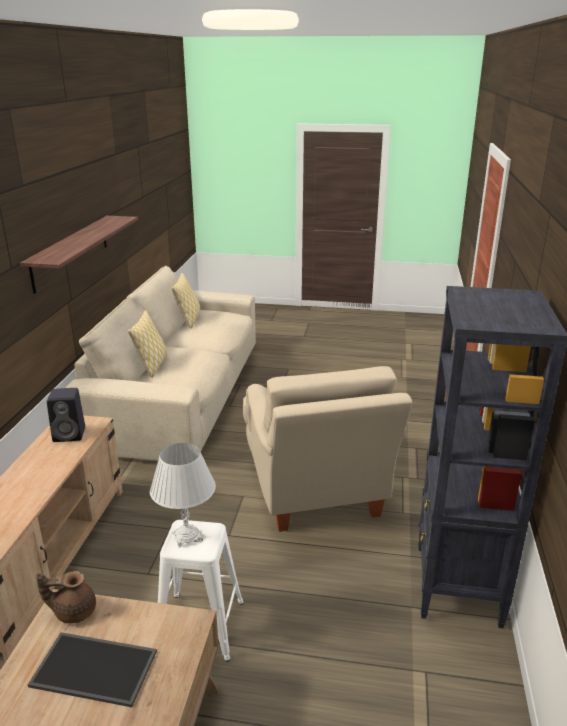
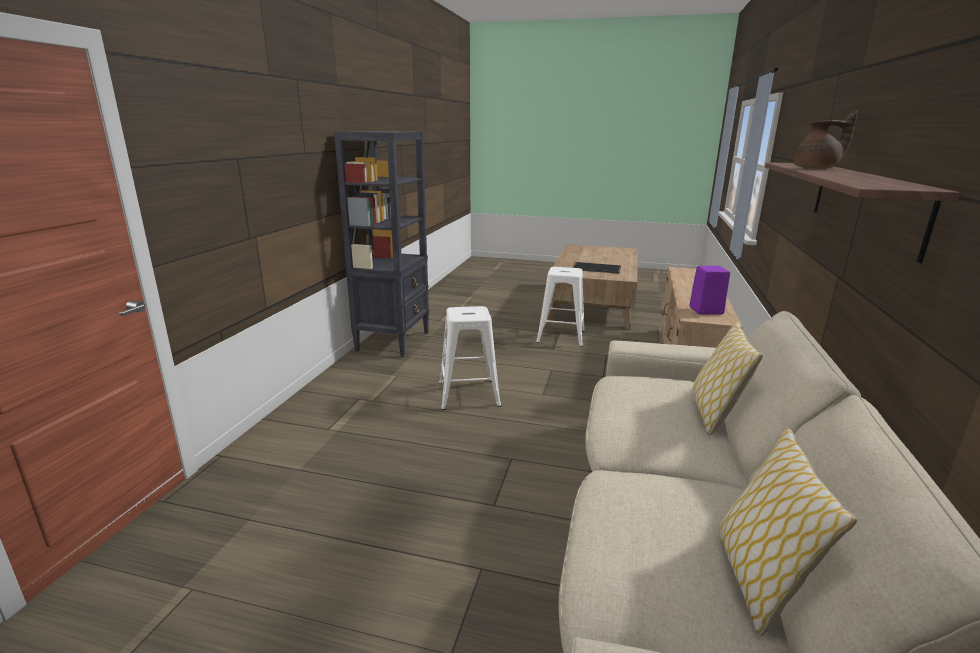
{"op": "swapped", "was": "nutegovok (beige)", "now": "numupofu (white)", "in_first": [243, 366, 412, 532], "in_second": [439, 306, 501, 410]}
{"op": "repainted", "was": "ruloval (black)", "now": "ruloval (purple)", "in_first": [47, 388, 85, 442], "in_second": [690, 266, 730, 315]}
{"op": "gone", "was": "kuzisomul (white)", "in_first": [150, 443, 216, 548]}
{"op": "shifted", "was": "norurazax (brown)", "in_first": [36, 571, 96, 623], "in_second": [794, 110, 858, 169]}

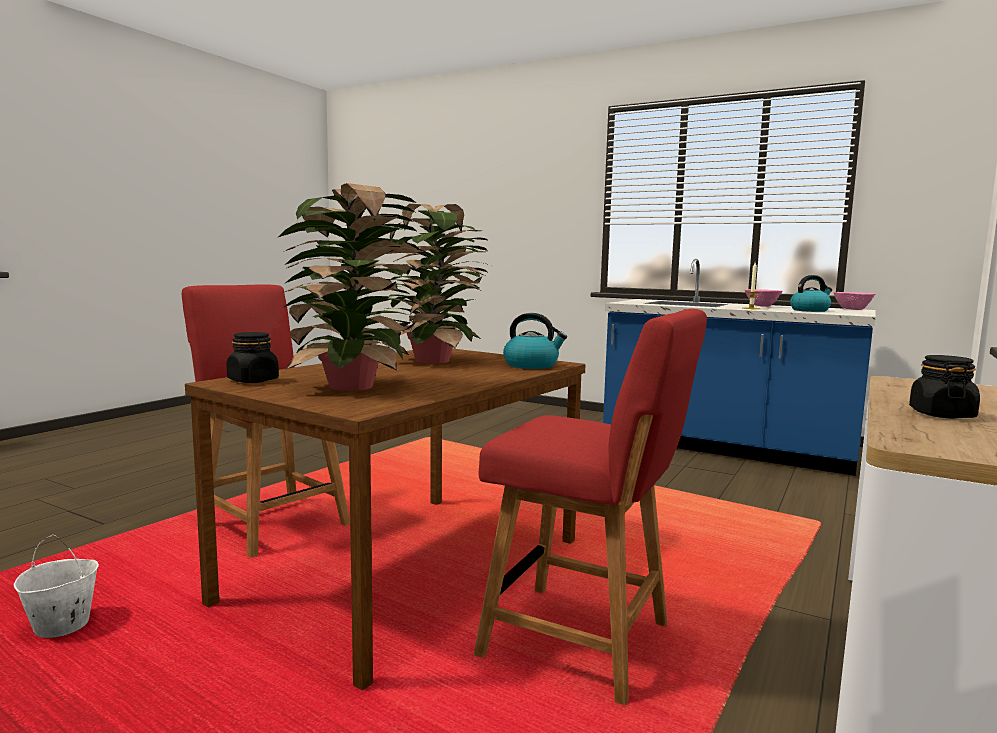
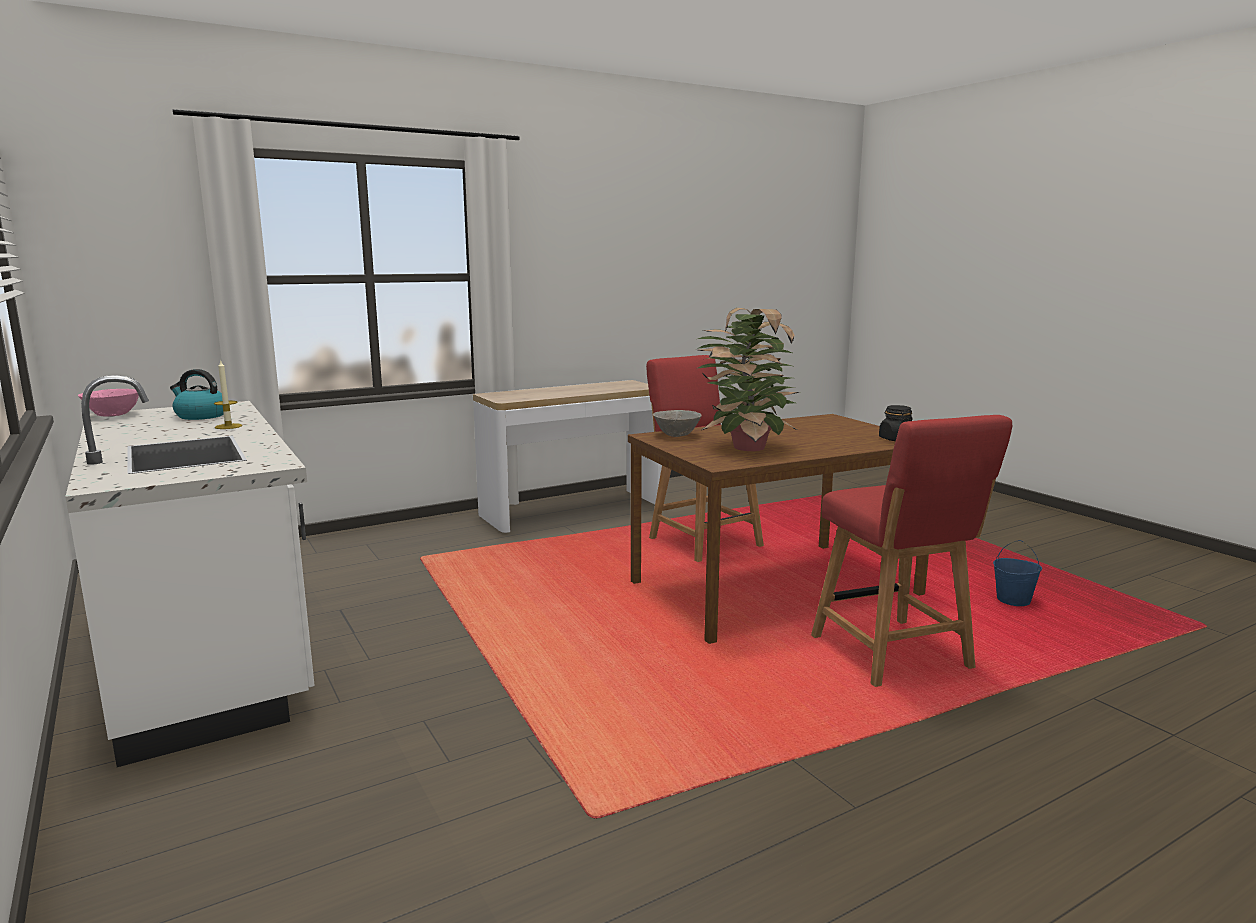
{"op": "gone", "was": "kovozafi", "in_first": [277, 183, 426, 391]}
{"op": "repainted", "was": "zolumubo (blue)", "now": "zolumubo (white)", "in_first": [603, 259, 875, 476], "in_second": [65, 375, 314, 767]}
{"op": "gone", "was": "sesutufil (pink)", "in_first": [744, 289, 783, 307]}
{"op": "swapped", "was": "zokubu", "now": "sesutufil (grey)", "in_first": [503, 313, 567, 369], "in_second": [653, 410, 702, 437]}
{"op": "gone", "was": "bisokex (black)", "in_first": [909, 355, 980, 418]}
{"op": "repainted", "was": "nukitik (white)", "now": "nukitik (blue)", "in_first": [14, 535, 99, 638], "in_second": [993, 540, 1042, 606]}

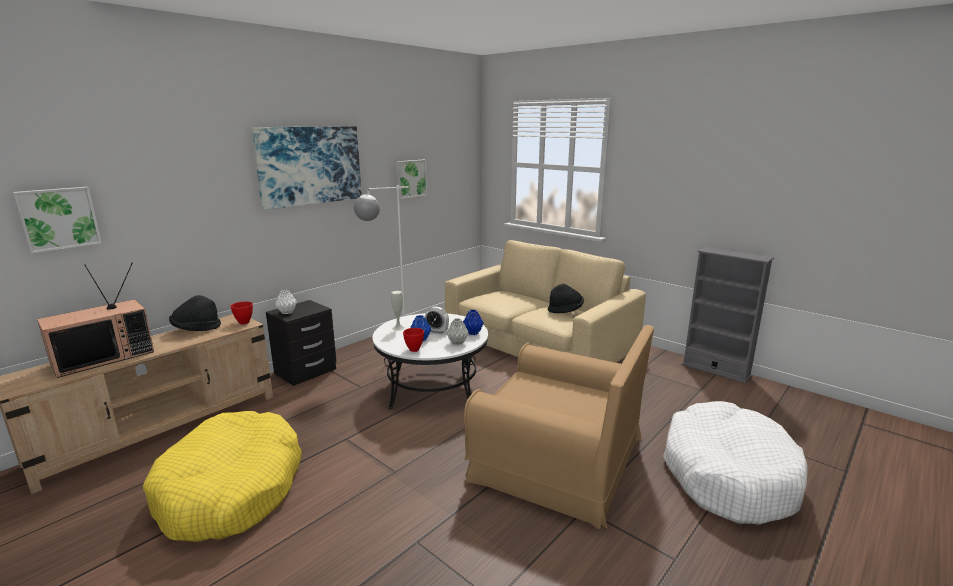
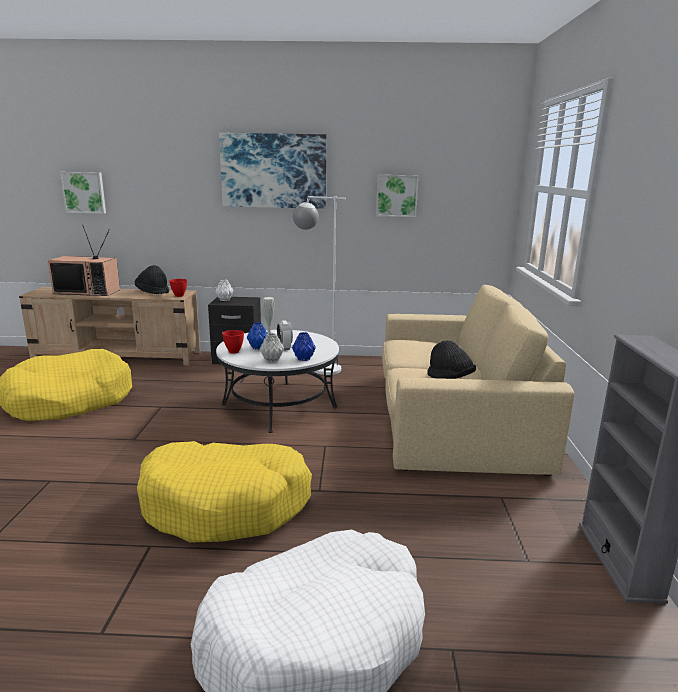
{"op": "swapped", "was": "nutegovok (brown)", "now": "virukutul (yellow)", "in_first": [464, 325, 654, 529], "in_second": [137, 441, 312, 543]}

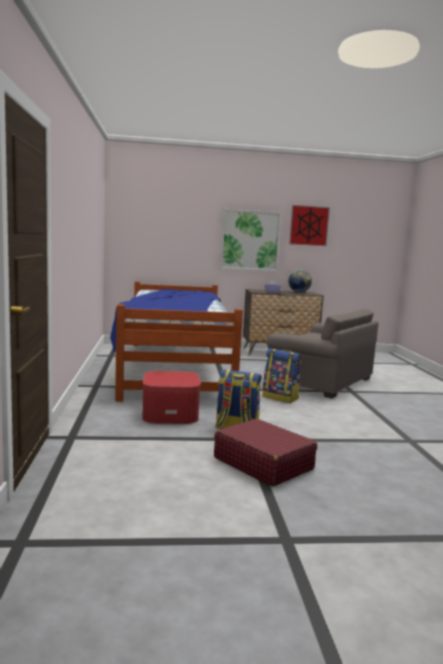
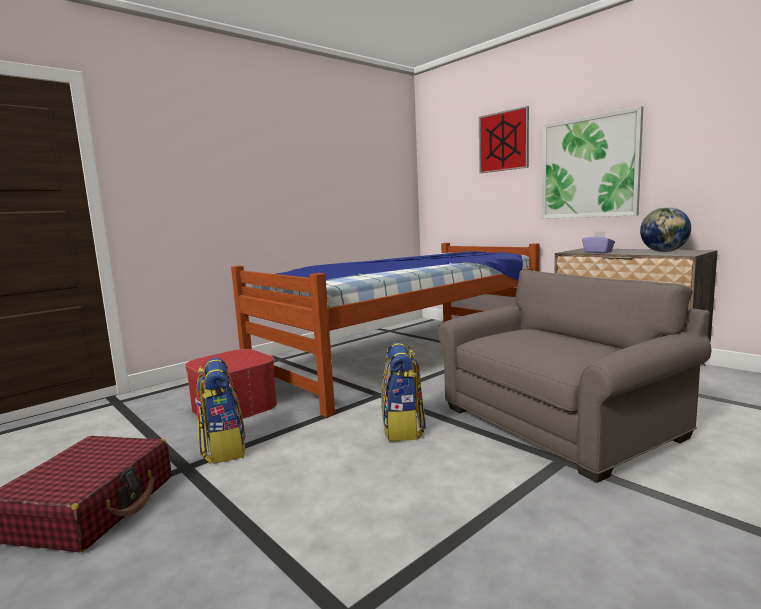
{"op": "shifted", "was": "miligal", "in_first": [289, 205, 330, 246], "in_second": [479, 106, 529, 173]}
{"op": "rotated", "was": "nutegovok (grey)", "in_first": [267, 309, 378, 398], "in_second": [438, 270, 711, 483], "clockwise": -120}

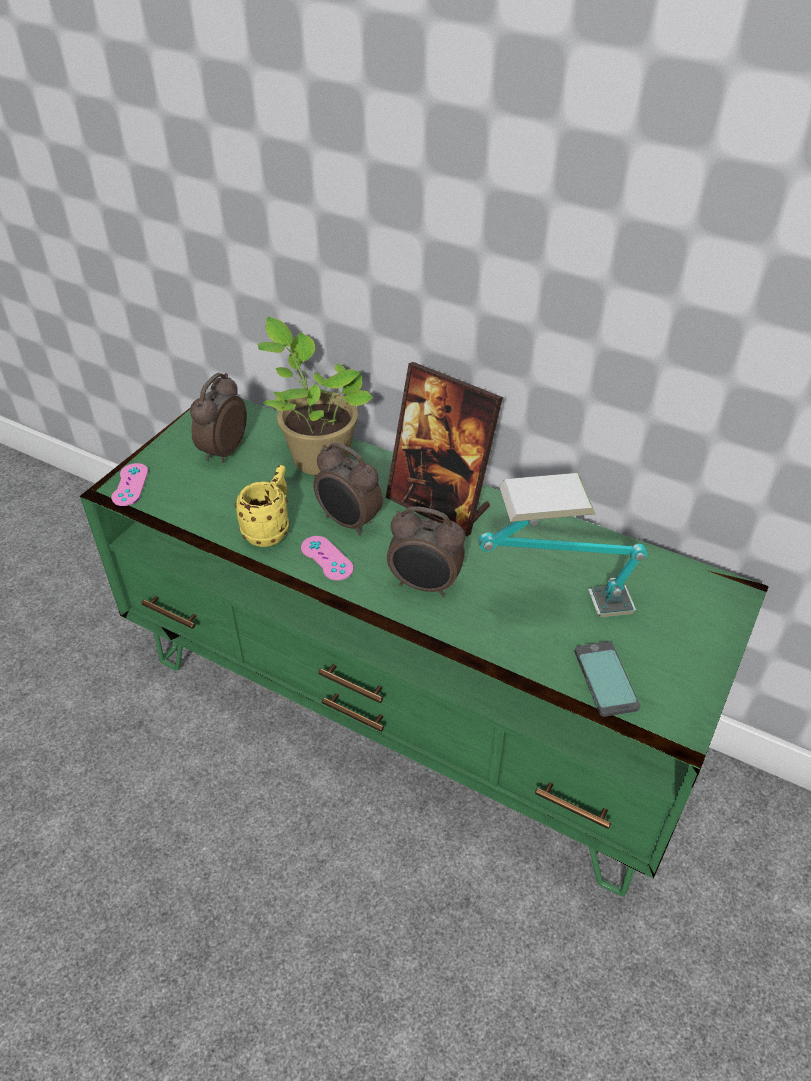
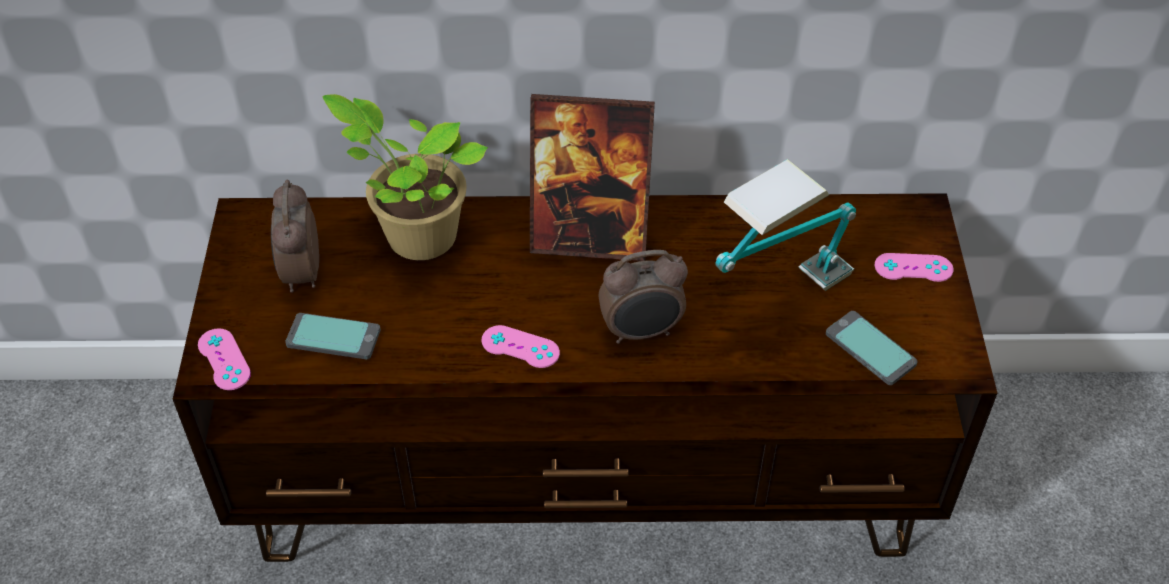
{"op": "repainted", "was": "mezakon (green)", "now": "mezakon (brown)", "in_first": [80, 398, 769, 897], "in_second": [173, 193, 997, 562]}
{"op": "gone", "was": "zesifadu", "in_first": [313, 442, 383, 536]}
{"op": "gone", "was": "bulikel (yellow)", "in_first": [235, 465, 290, 547]}
{"op": "new", "now": "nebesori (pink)", "in_second": [875, 253, 953, 282]}
{"op": "new", "now": "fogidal", "in_second": [285, 313, 381, 359]}

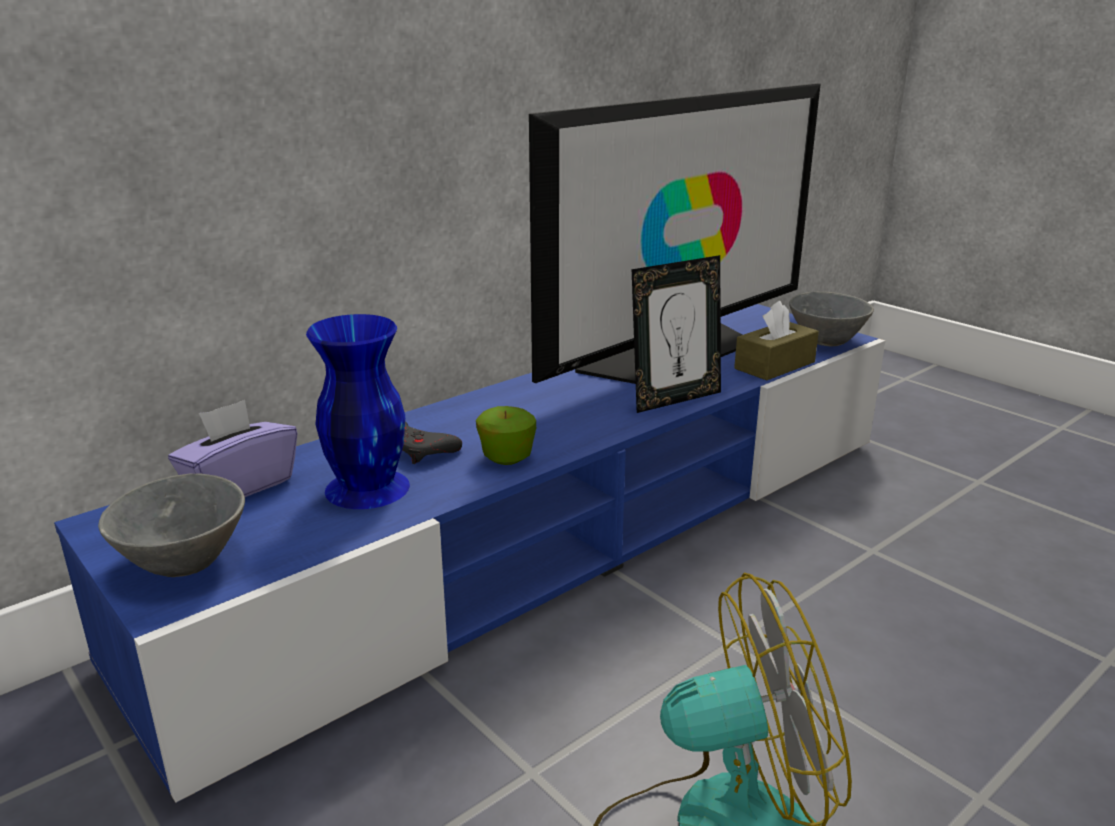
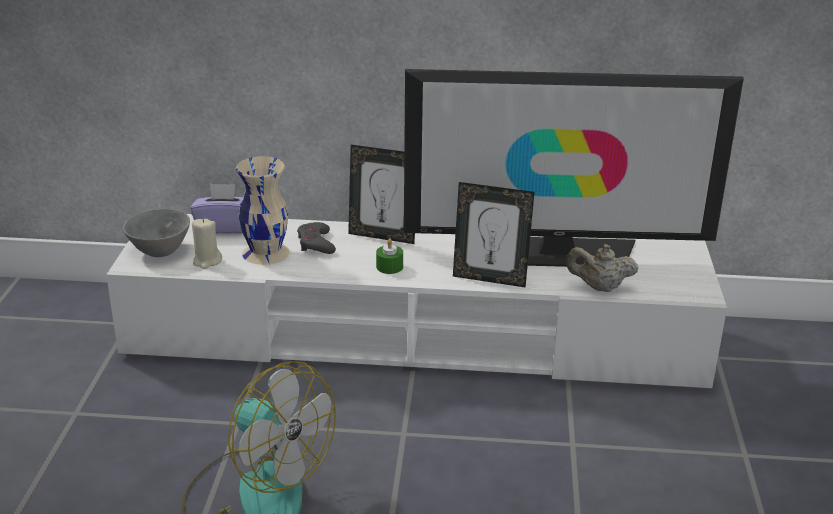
{"op": "gone", "was": "sesutufil (grey)", "in_first": [789, 292, 874, 346]}
{"op": "swapped", "was": "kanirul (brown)", "now": "norurazax (beige)", "in_first": [734, 301, 819, 380], "in_second": [566, 244, 639, 292]}
{"op": "repainted", "was": "mezakon (blue)", "now": "mezakon (white)", "in_first": [54, 304, 885, 803], "in_second": [106, 214, 727, 388]}
{"op": "repainted", "was": "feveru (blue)", "now": "feveru (beige)", "in_first": [306, 314, 410, 509], "in_second": [236, 156, 290, 265]}
{"op": "gone", "was": "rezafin", "in_first": [476, 406, 536, 465]}
{"op": "new", "now": "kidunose", "in_second": [348, 145, 415, 244]}
{"op": "new", "now": "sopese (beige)", "in_second": [192, 218, 222, 269]}
{"op": "new", "now": "sopese (green)", "in_second": [376, 239, 403, 274]}

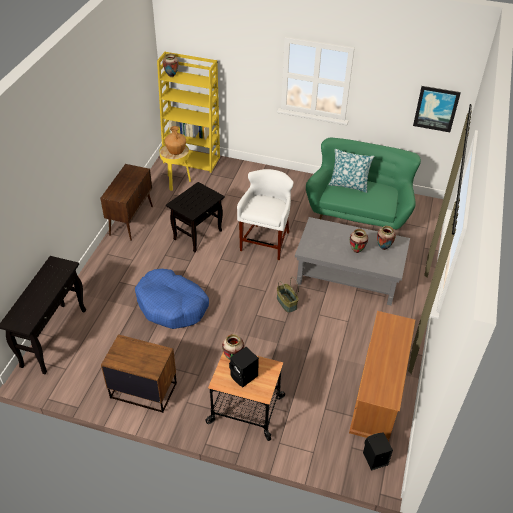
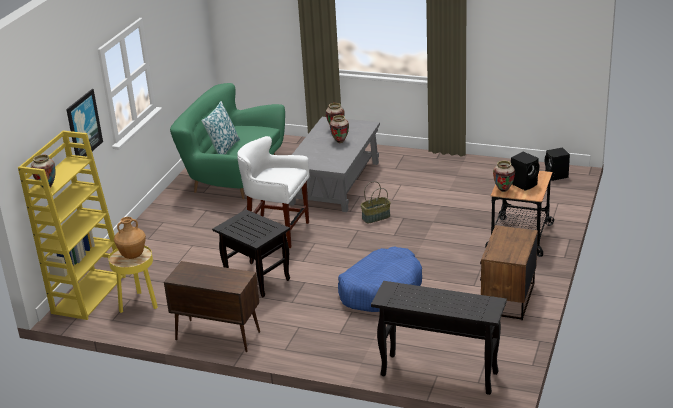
{"op": "shifted", "was": "miligal", "in_first": [413, 86, 461, 132], "in_second": [66, 89, 103, 157]}
{"op": "gone", "was": "mezakon (brown)", "in_first": [349, 311, 415, 442]}

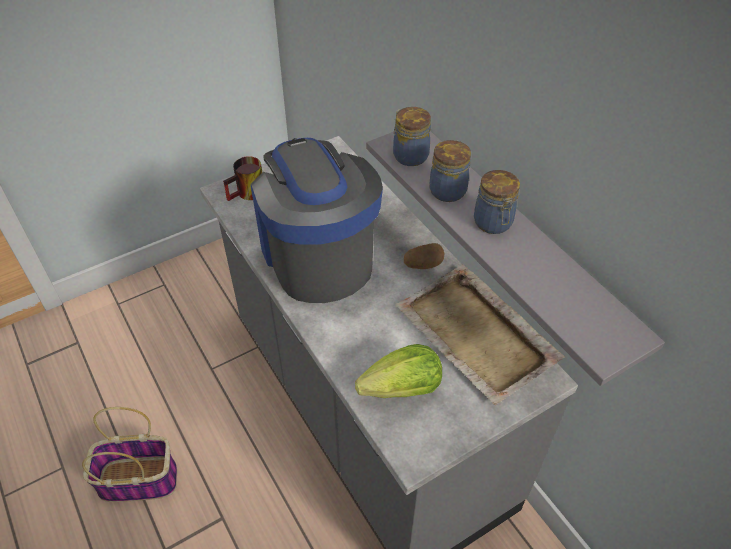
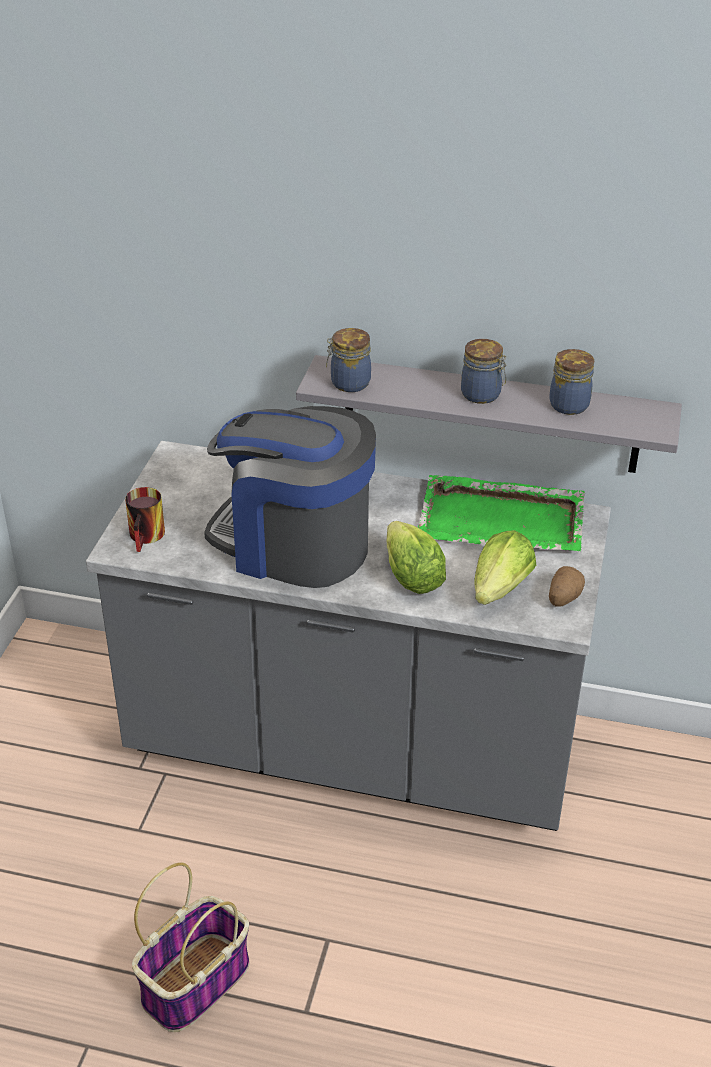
{"op": "shifted", "was": "bisokex", "in_first": [429, 140, 471, 202], "in_second": [549, 349, 594, 415]}
{"op": "shifted", "was": "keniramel", "in_first": [404, 243, 444, 269], "in_second": [549, 566, 585, 607]}
{"op": "repainted", "was": "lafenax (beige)", "now": "lafenax (green)", "in_first": [395, 265, 565, 405], "in_second": [418, 475, 585, 551]}
{"op": "new", "now": "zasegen", "in_second": [387, 521, 446, 594]}

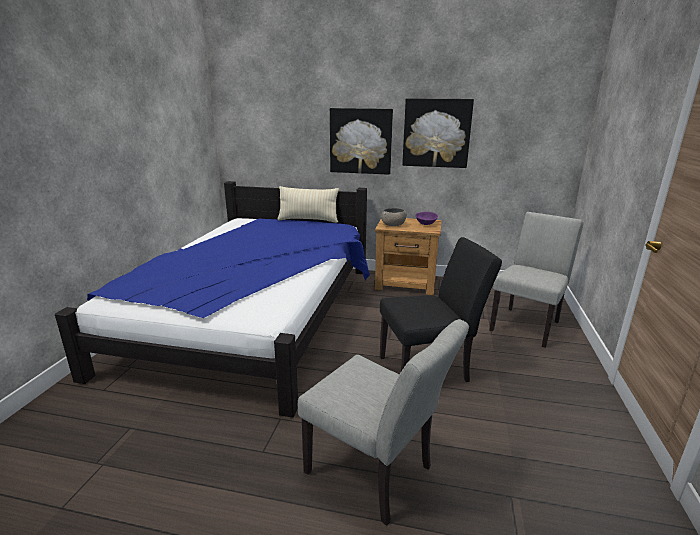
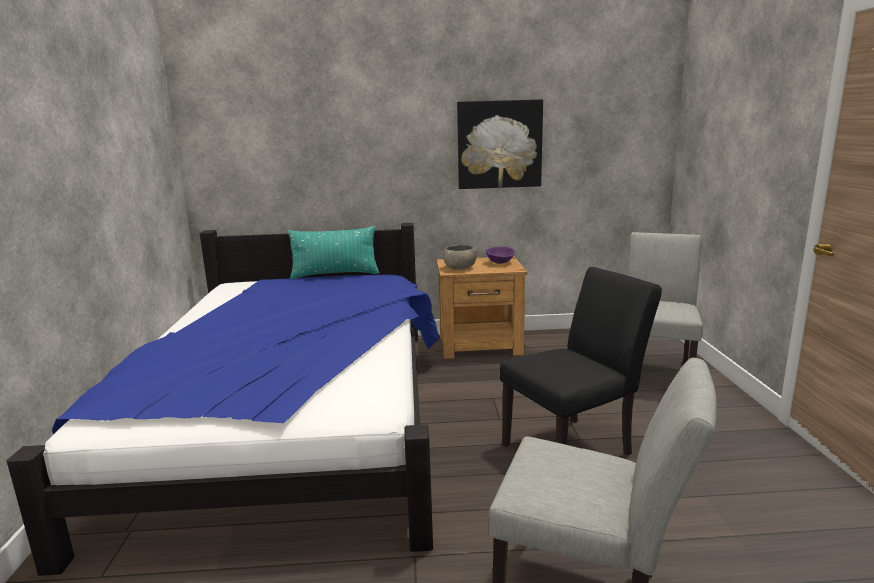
{"op": "gone", "was": "miligal", "in_first": [330, 108, 393, 175]}
{"op": "repainted", "was": "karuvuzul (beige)", "now": "karuvuzul (turquoise)", "in_first": [277, 186, 339, 223], "in_second": [288, 226, 379, 279]}

